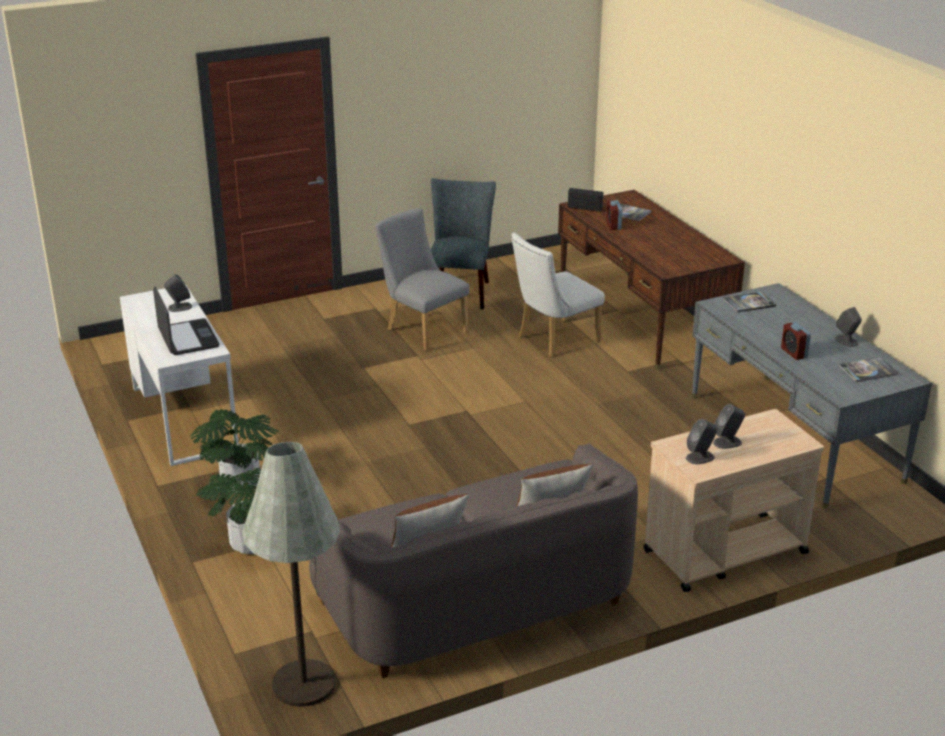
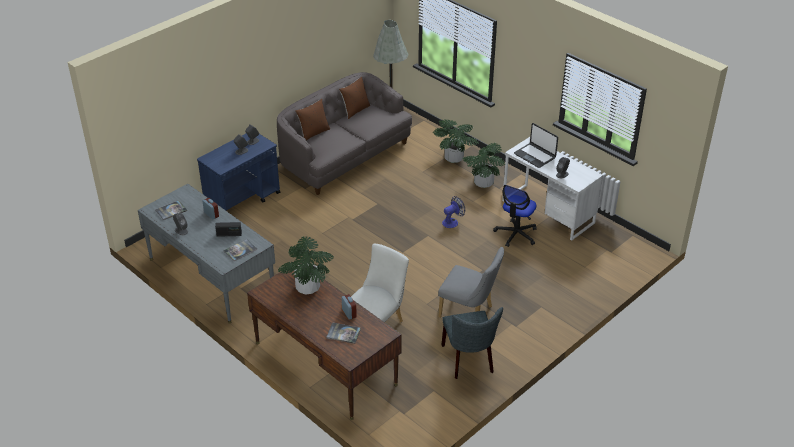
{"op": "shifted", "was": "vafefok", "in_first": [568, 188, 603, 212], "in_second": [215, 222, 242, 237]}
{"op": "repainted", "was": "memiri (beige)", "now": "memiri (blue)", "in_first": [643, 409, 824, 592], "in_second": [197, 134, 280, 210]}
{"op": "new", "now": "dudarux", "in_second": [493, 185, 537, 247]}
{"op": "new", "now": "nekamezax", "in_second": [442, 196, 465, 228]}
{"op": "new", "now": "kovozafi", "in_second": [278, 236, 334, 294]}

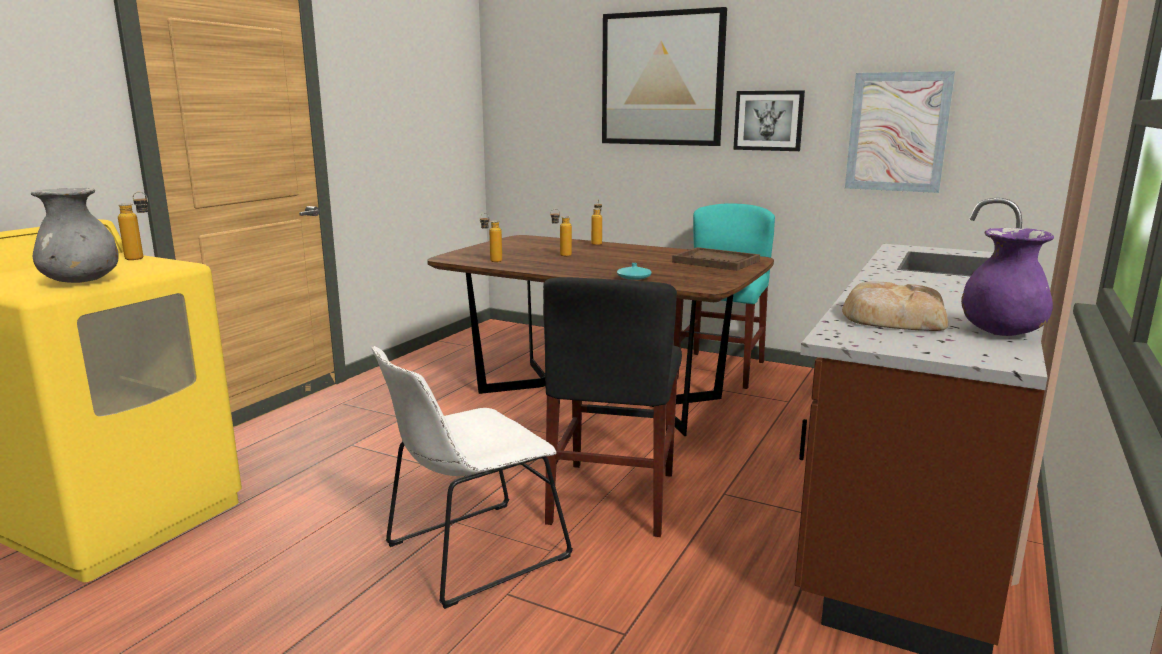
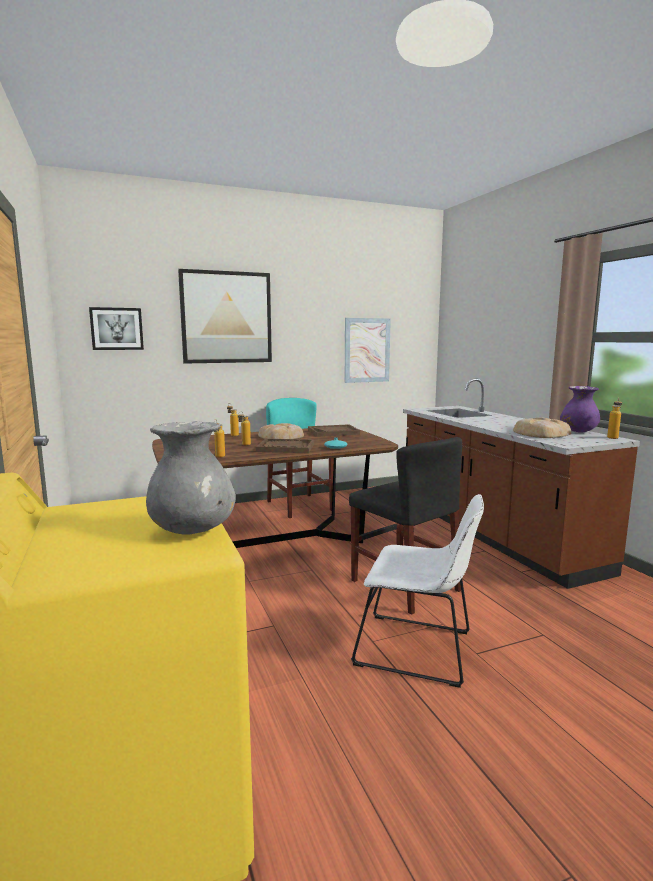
{"op": "shifted", "was": "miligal", "in_first": [733, 90, 805, 151], "in_second": [89, 307, 144, 350]}
{"op": "shifted", "was": "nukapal", "in_first": [118, 192, 148, 260], "in_second": [607, 398, 622, 439]}
{"op": "rotated", "was": "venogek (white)", "in_first": [372, 346, 573, 609], "in_second": [351, 494, 484, 688], "clockwise": -75}
{"op": "new", "now": "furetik", "in_second": [258, 423, 304, 439]}
{"op": "new", "now": "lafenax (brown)", "in_second": [256, 439, 314, 453]}

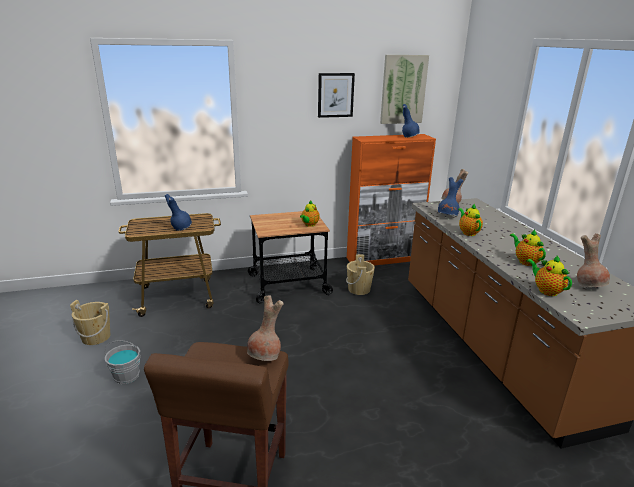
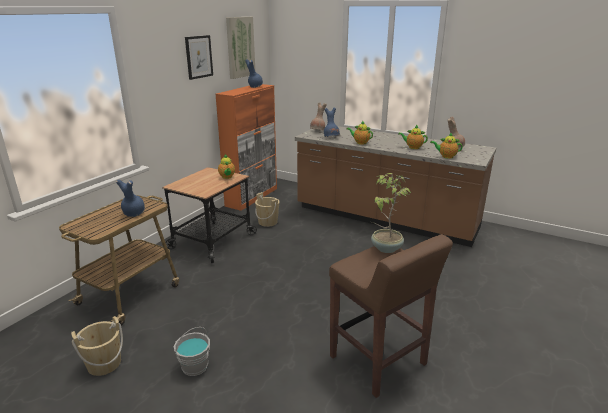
{"op": "swapped", "was": "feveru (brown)", "now": "kovozafi", "in_first": [247, 295, 284, 361], "in_second": [371, 173, 412, 253]}

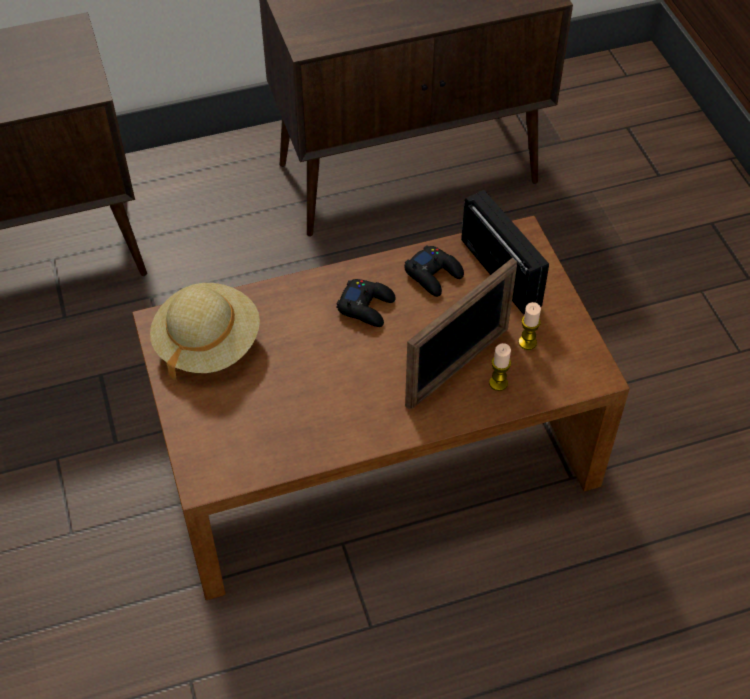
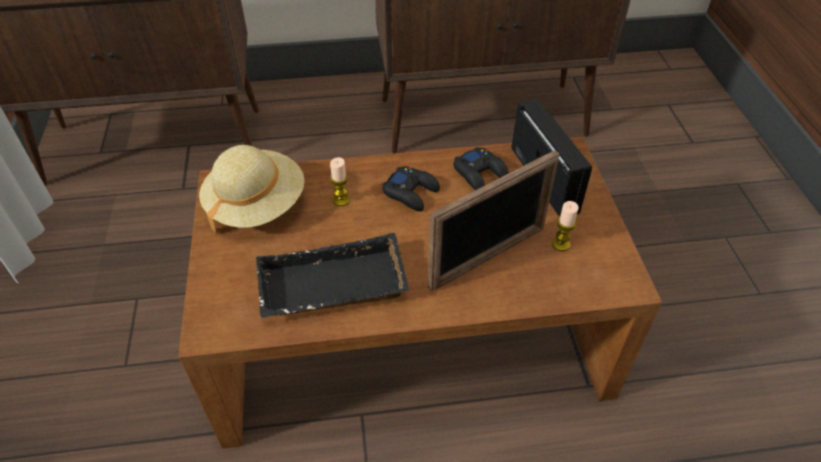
{"op": "shifted", "was": "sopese", "in_first": [489, 343, 511, 391], "in_second": [330, 157, 350, 206]}
{"op": "new", "now": "lafenax (black)", "in_second": [256, 233, 409, 318]}

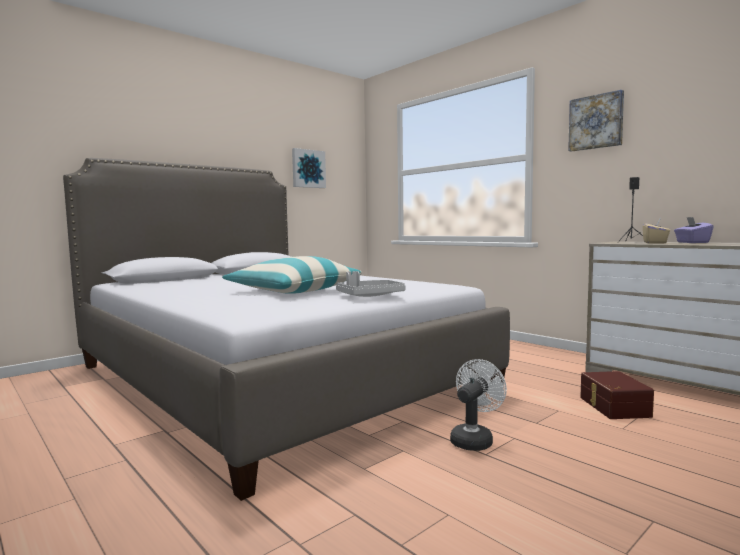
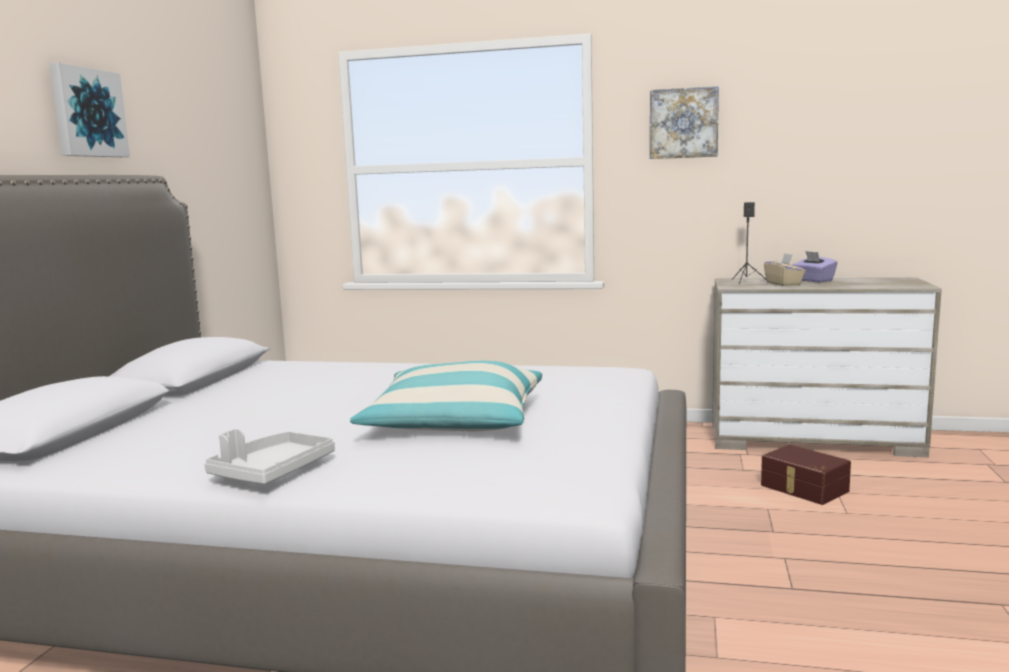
{"op": "shifted", "was": "miligal", "in_first": [292, 148, 326, 188], "in_second": [49, 63, 130, 157]}
{"op": "shifted", "was": "lafenax (grey)", "in_first": [336, 271, 406, 297], "in_second": [204, 429, 335, 484]}
{"op": "gone", "was": "nekamezax (white)", "in_first": [450, 359, 507, 451]}

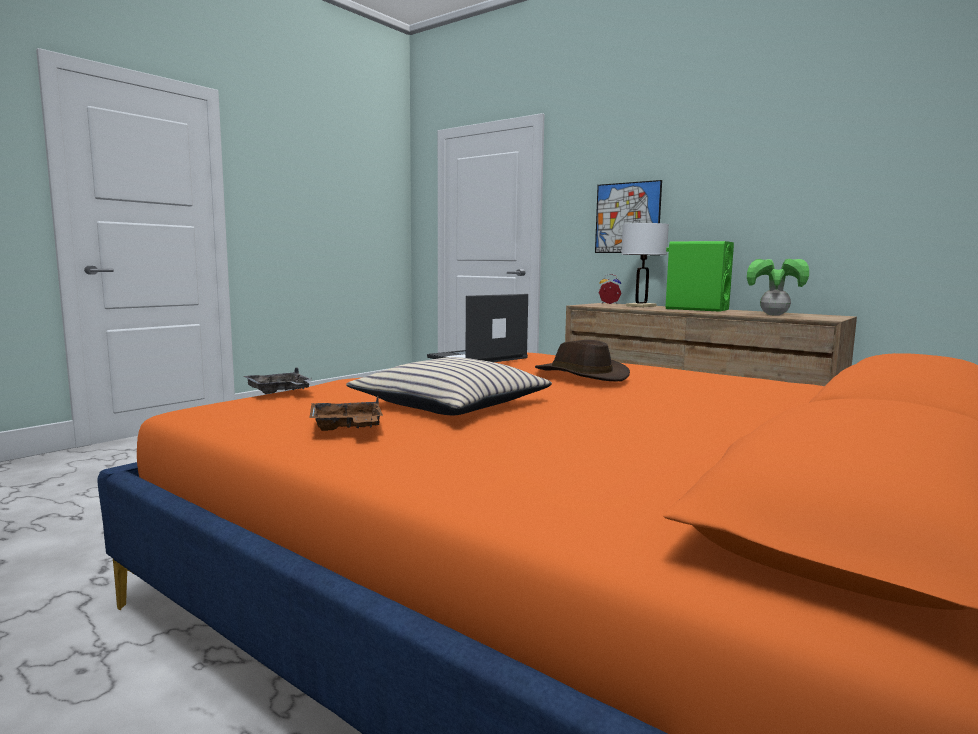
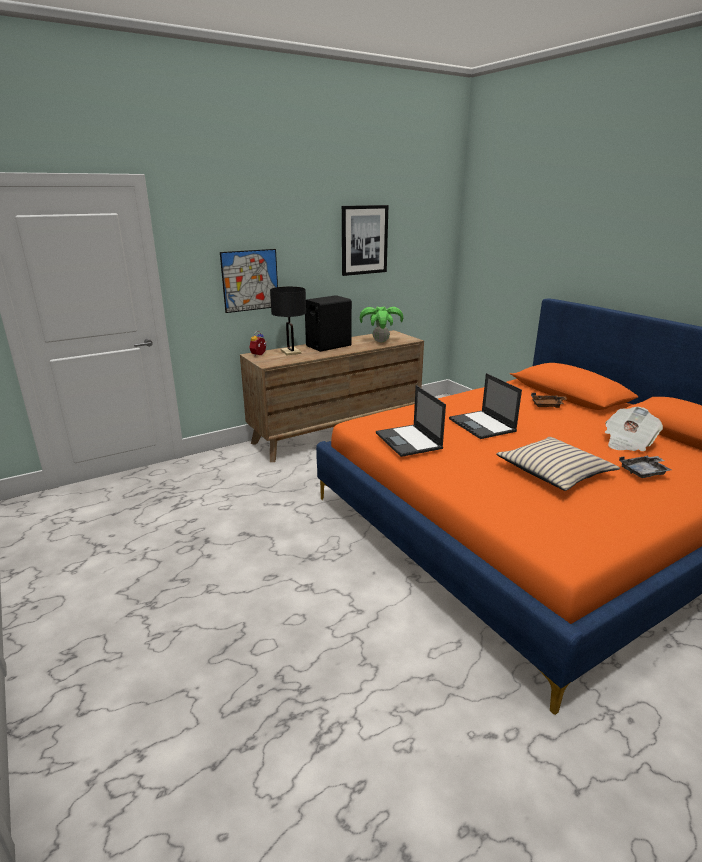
{"op": "repainted", "was": "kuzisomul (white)", "now": "kuzisomul (black)", "in_first": [621, 223, 669, 307], "in_second": [270, 287, 306, 355]}
{"op": "repainted", "was": "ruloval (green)", "now": "ruloval (black)", "in_first": [666, 241, 734, 312], "in_second": [305, 295, 352, 352]}
{"op": "swapped", "was": "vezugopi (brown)", "now": "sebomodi", "in_first": [535, 340, 630, 381], "in_second": [449, 373, 522, 439]}
{"op": "shifted", "was": "lafenax (grey)", "in_first": [243, 367, 313, 394], "in_second": [619, 456, 671, 478]}
{"op": "shifted", "was": "lafenax (brown)", "in_first": [309, 396, 383, 431], "in_second": [531, 393, 567, 408]}
{"op": "new", "now": "miligal", "in_second": [342, 205, 388, 276]}
{"op": "new", "now": "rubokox", "in_second": [605, 407, 663, 451]}

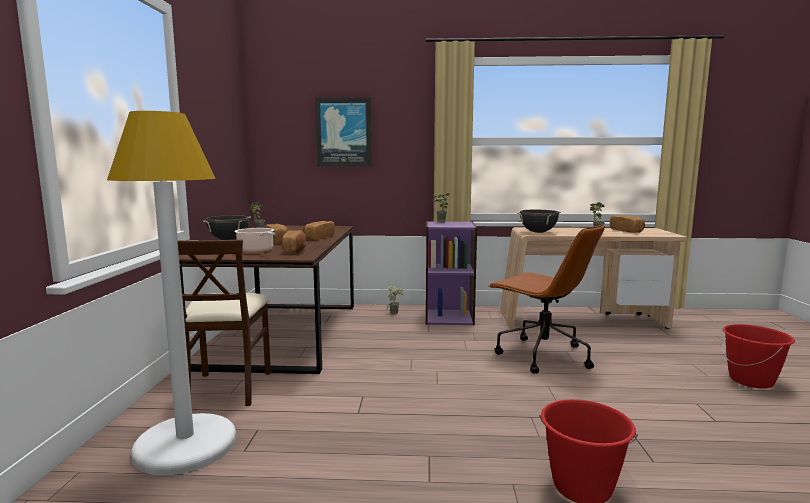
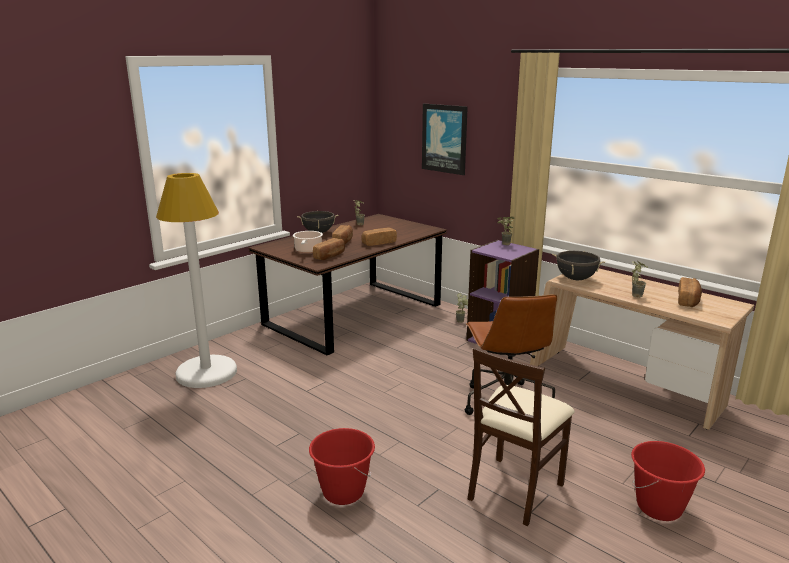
{"op": "shifted", "was": "venogek (beige)", "in_first": [178, 240, 271, 406], "in_second": [468, 347, 575, 526]}

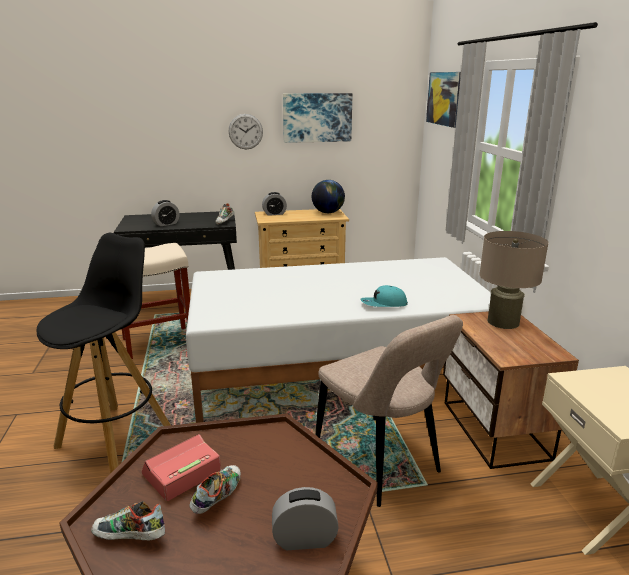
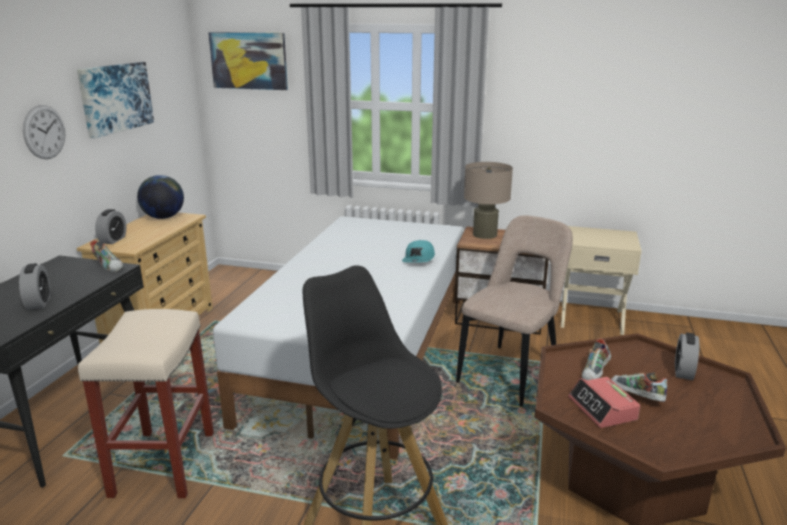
{"op": "rotated", "was": "venogek (beige)", "in_first": [315, 315, 463, 507], "in_second": [456, 216, 573, 407], "clockwise": -45}
{"op": "shifted", "was": "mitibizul", "in_first": [91, 501, 165, 540], "in_second": [582, 338, 611, 380]}

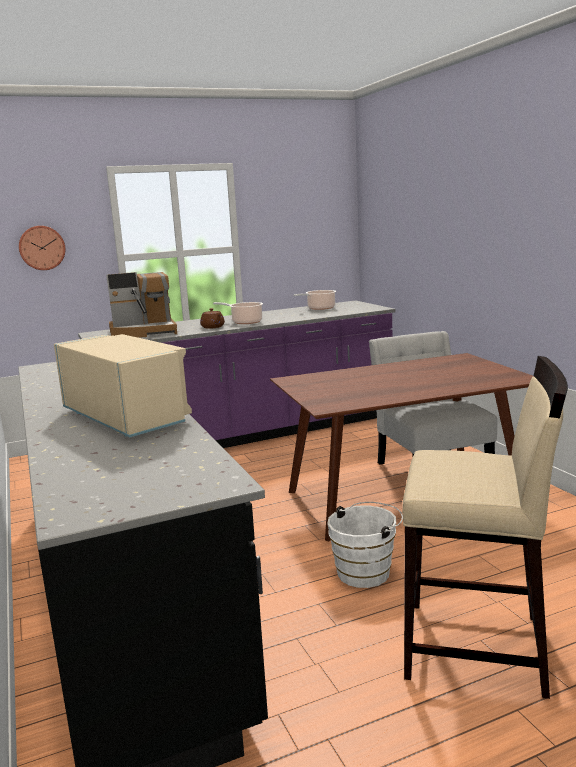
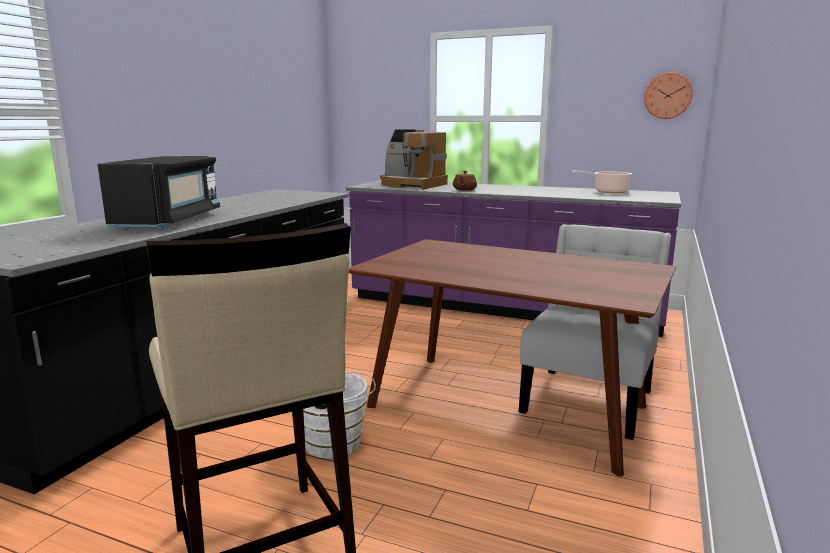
{"op": "shifted", "was": "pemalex", "in_first": [19, 226, 66, 270], "in_second": [644, 72, 693, 119]}
{"op": "gone", "was": "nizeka", "in_first": [213, 302, 263, 324]}
{"op": "repainted", "was": "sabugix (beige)", "now": "sabugix (black)", "in_first": [54, 334, 192, 437], "in_second": [98, 156, 220, 229]}

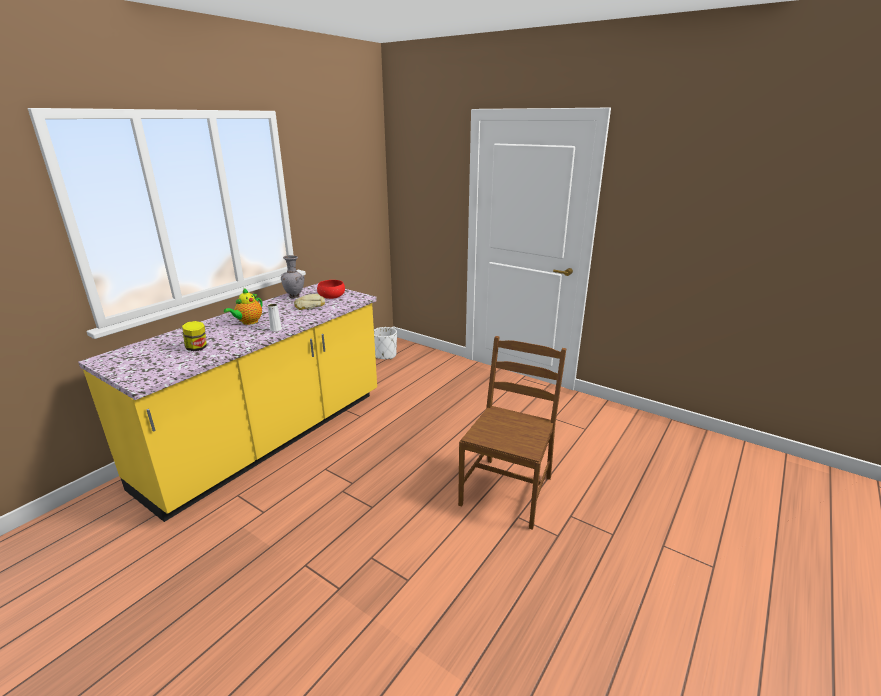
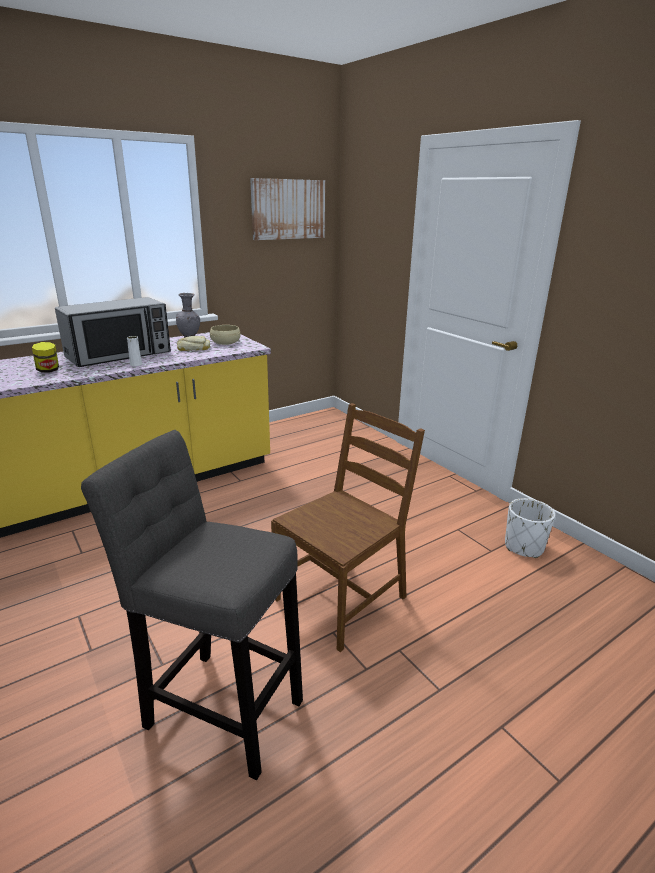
{"op": "repainted", "was": "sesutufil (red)", "now": "sesutufil (beige)", "in_first": [317, 280, 345, 299], "in_second": [210, 325, 241, 345]}
{"op": "swapped", "was": "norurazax", "now": "sabugix", "in_first": [224, 288, 263, 325], "in_second": [55, 297, 171, 367]}
{"op": "shifted", "was": "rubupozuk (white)", "in_first": [374, 327, 397, 359], "in_second": [505, 498, 555, 558]}
{"op": "new", "now": "miligal", "in_second": [250, 178, 325, 240]}
{"op": "new", "now": "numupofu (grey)", "in_second": [81, 430, 303, 780]}

